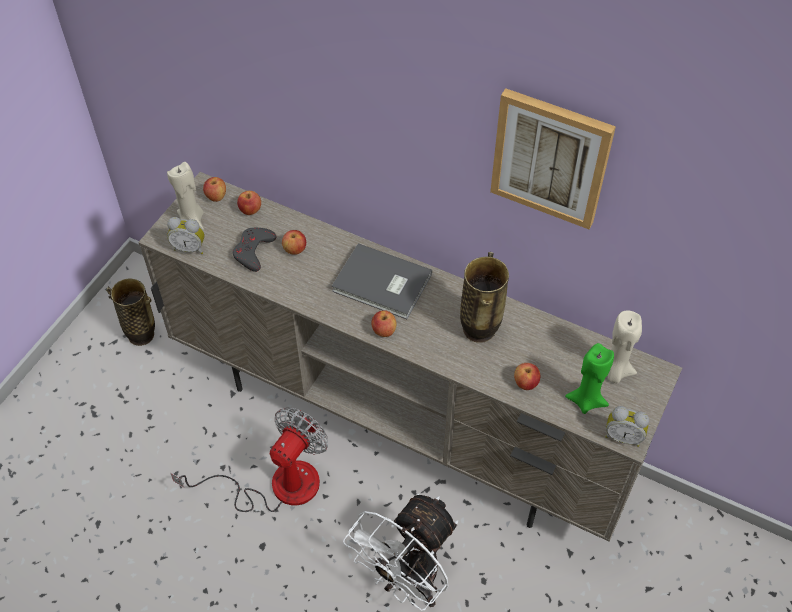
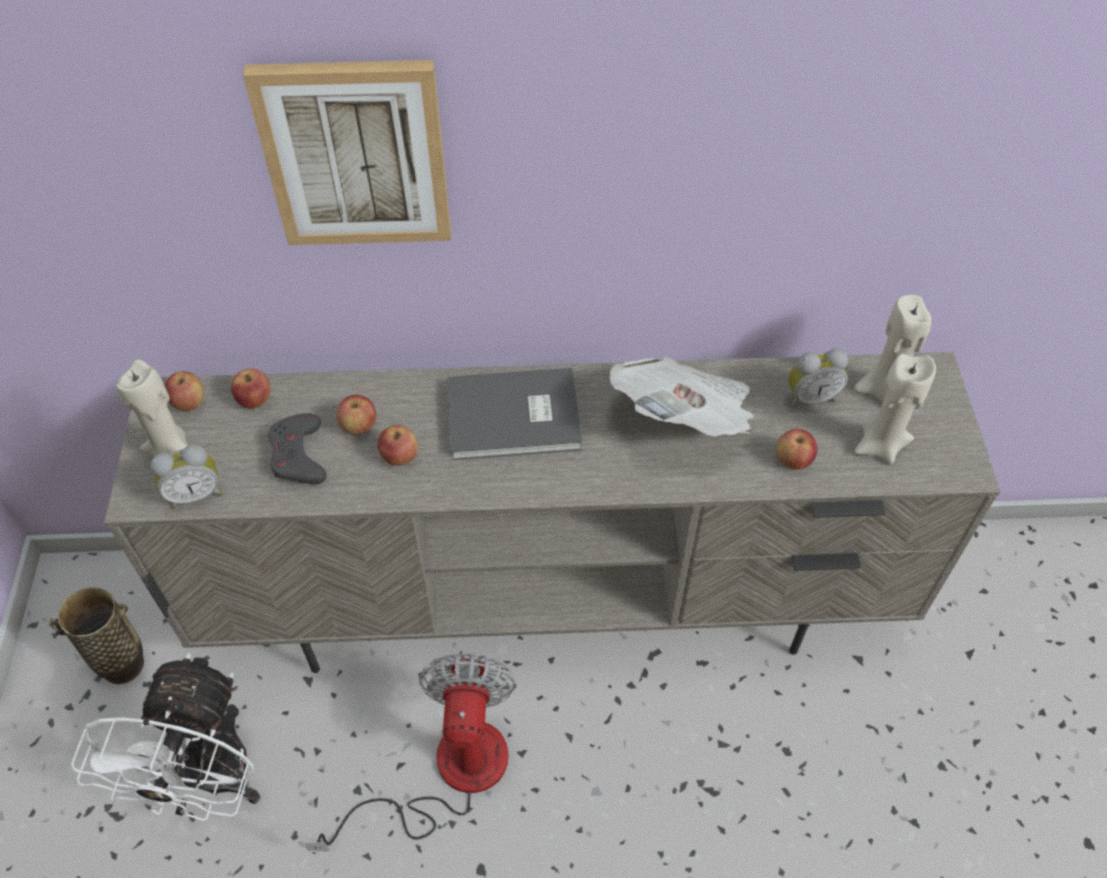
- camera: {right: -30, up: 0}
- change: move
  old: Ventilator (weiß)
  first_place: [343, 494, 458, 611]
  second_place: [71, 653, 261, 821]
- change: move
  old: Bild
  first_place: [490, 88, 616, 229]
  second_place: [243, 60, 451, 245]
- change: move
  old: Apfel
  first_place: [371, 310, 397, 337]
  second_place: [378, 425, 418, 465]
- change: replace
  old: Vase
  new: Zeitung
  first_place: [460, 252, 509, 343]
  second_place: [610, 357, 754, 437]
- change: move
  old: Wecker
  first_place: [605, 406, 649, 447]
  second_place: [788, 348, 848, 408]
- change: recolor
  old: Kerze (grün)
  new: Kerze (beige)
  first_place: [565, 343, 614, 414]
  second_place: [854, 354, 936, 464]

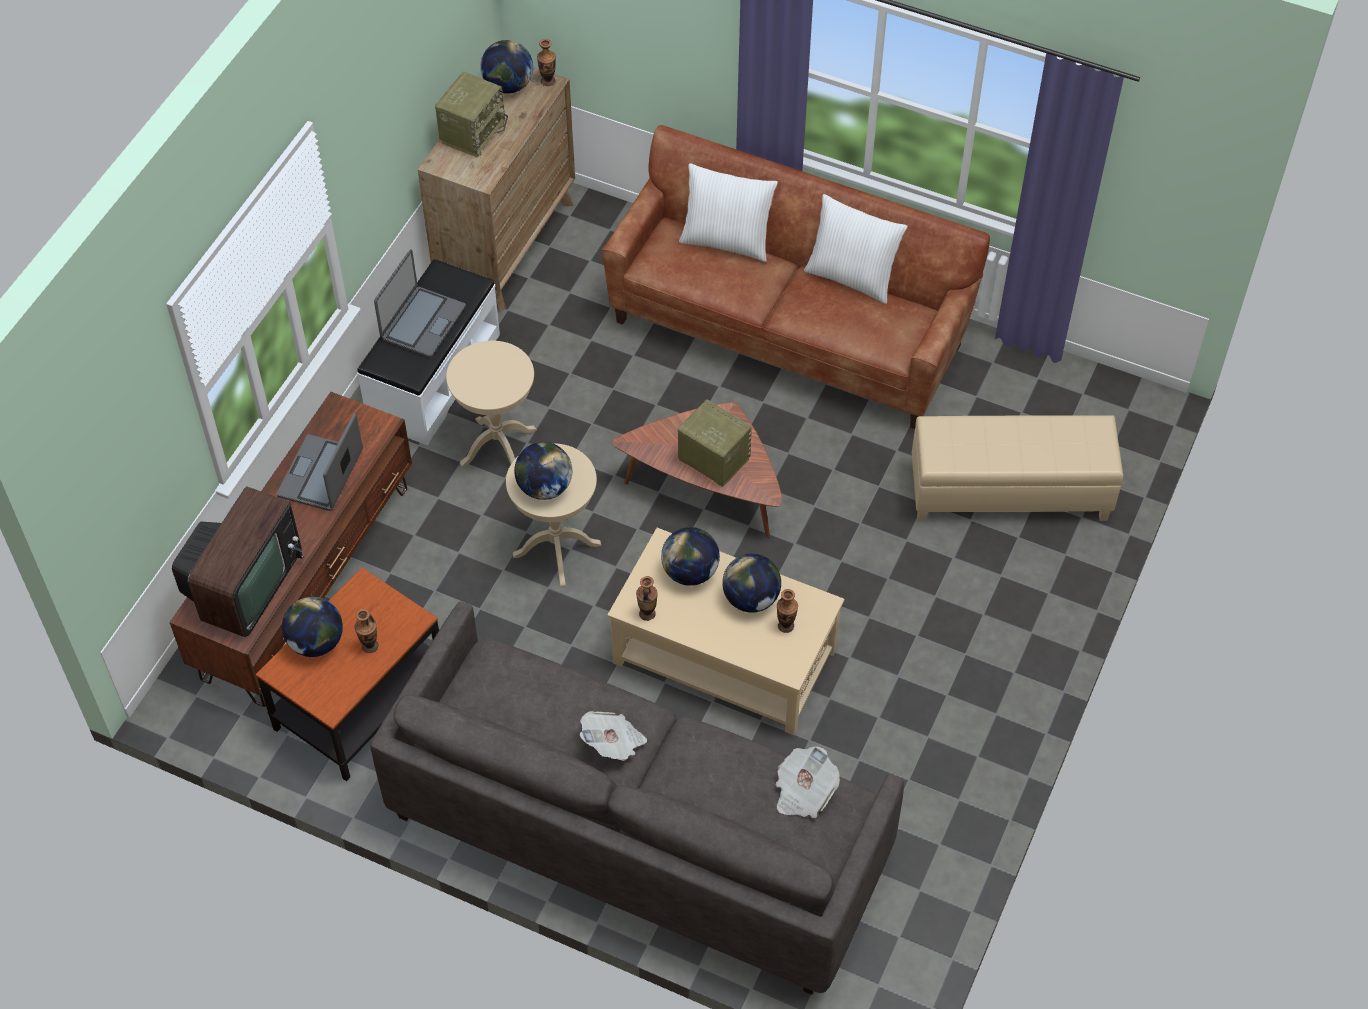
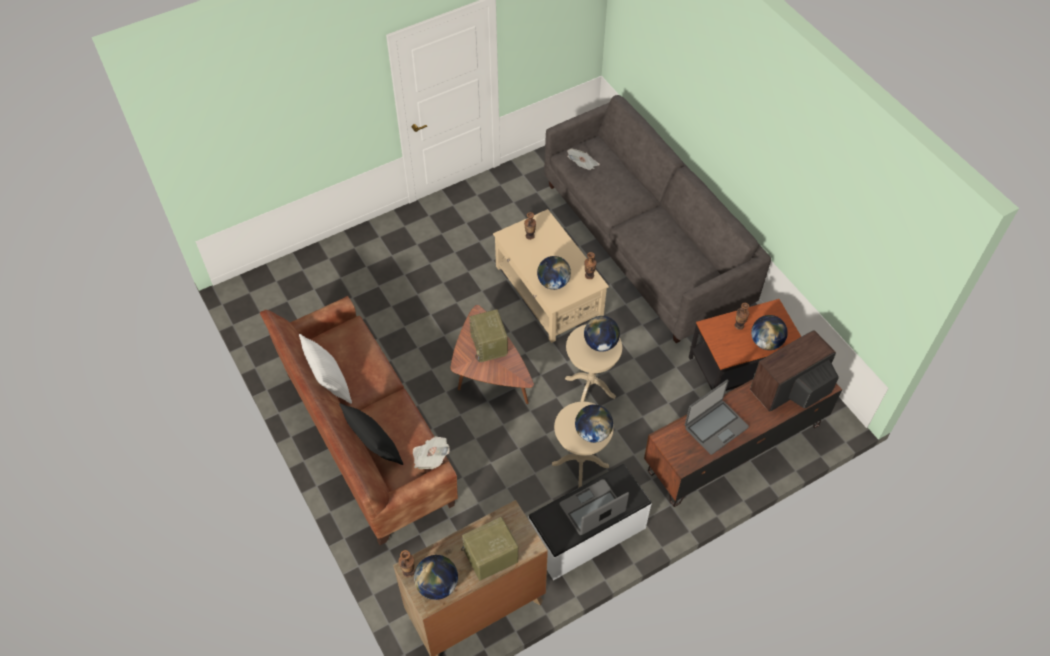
- camera: {right: -145, up: 0}
- change: recolor
  old: Kissen (weiß)
  new: Kissen (schwarz)
  first_place: [679, 163, 778, 262]
  second_place: [339, 403, 403, 465]
- change: move
  old: Zeitung
  first_place: [579, 711, 647, 761]
  second_place: [413, 436, 450, 469]
- change: move
  old: Globus
  first_place: [722, 554, 781, 613]
  second_place: [575, 405, 613, 443]
- change: delete
  old: Polsterhocker (beige)
  first_place: [912, 415, 1123, 521]

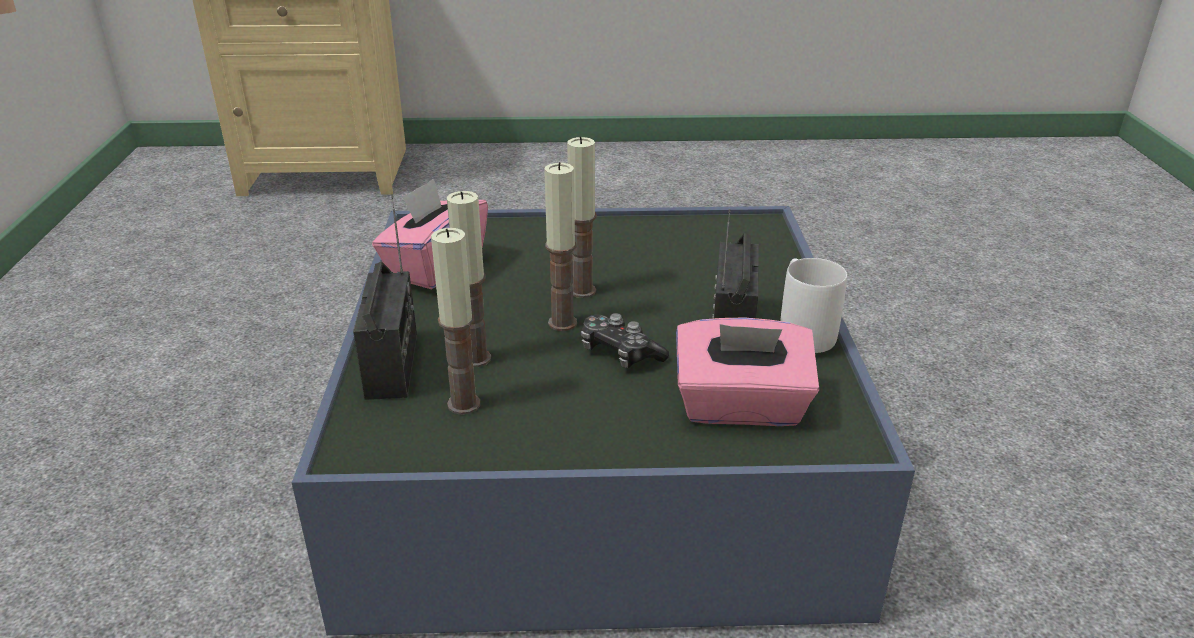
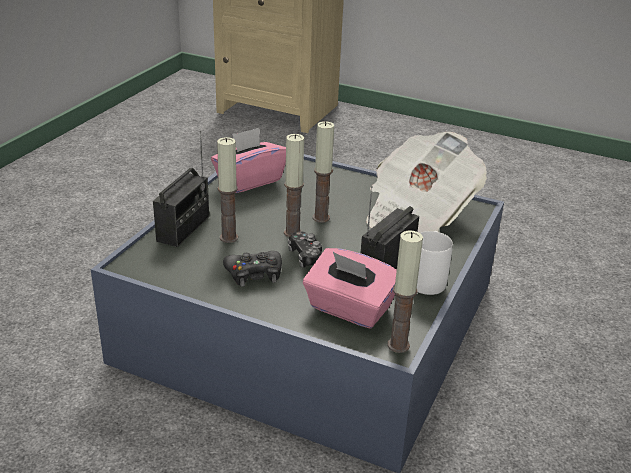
- camera: {right: 25, up: 0}
- change: insert
  new: Gamepad (schwarz)
  second_place: [223, 251, 282, 287]
- change: insert
  new: Zeitung
  second_place: [366, 132, 487, 233]
- change: move
  old: Kerze
  first_place: [431, 228, 480, 415]
  second_place: [387, 231, 423, 353]

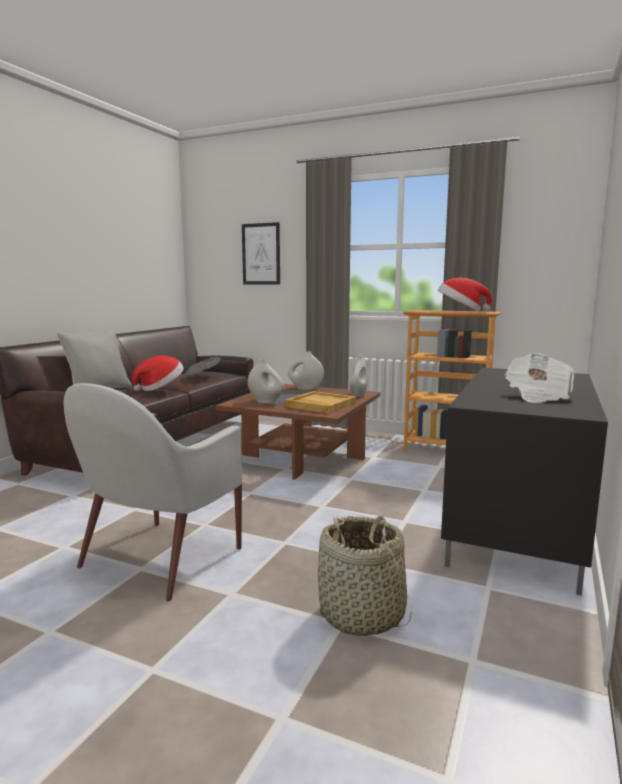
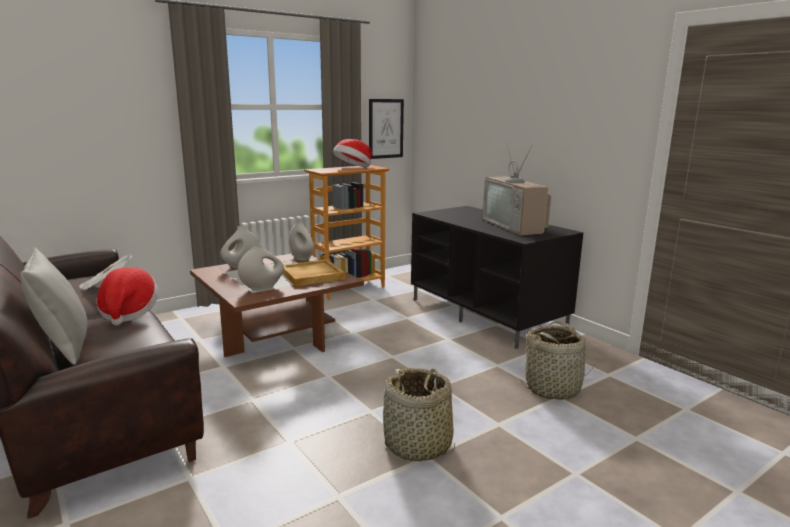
- camera: {right: -60, up: 5}
- change: move
  old: Bild
  first_place: [242, 222, 280, 285]
  second_place: [369, 99, 404, 159]
- change: replace
  old: Sessel (weiß)
  new: Korb
  first_place: [64, 383, 242, 602]
  second_place: [383, 368, 455, 461]
- change: replace
  old: Zeitung
  new: Fernseher
  first_place: [504, 353, 575, 403]
  second_place: [483, 142, 551, 235]

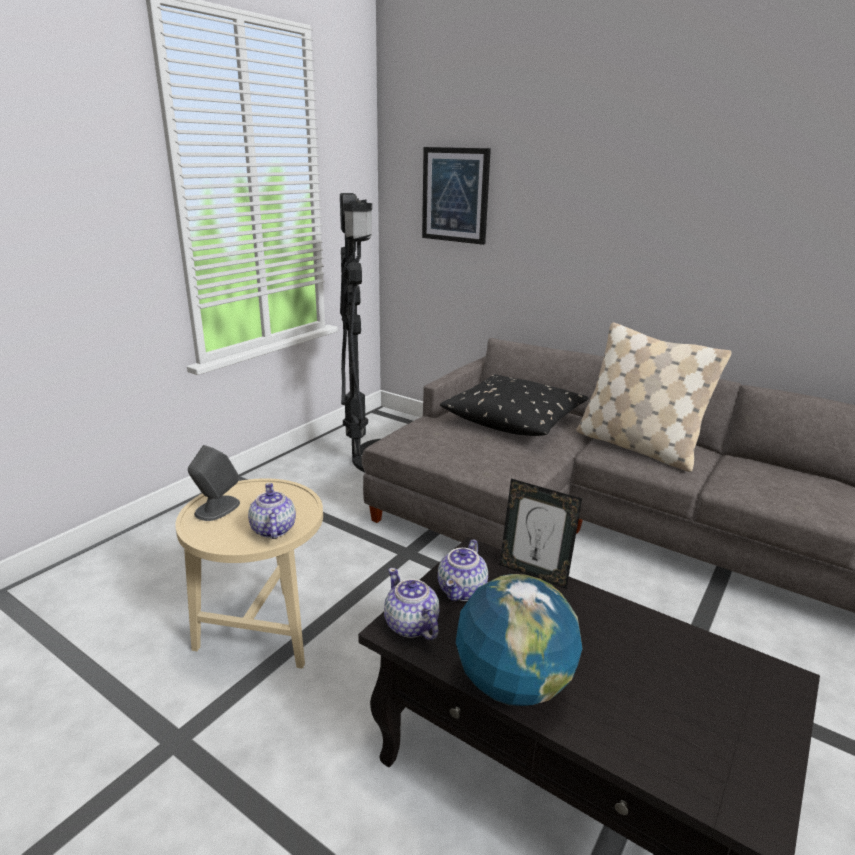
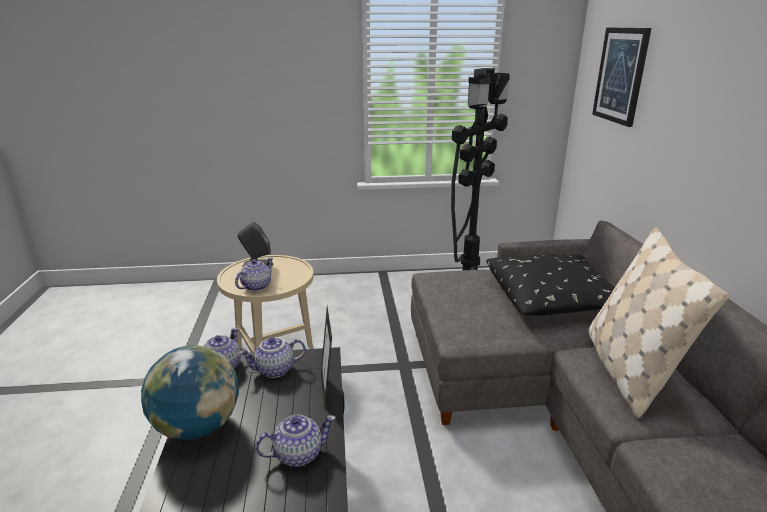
- camera: {right: 50, up: 0}
- change: insert
  new: Teekanne
  second_place: [255, 414, 336, 467]

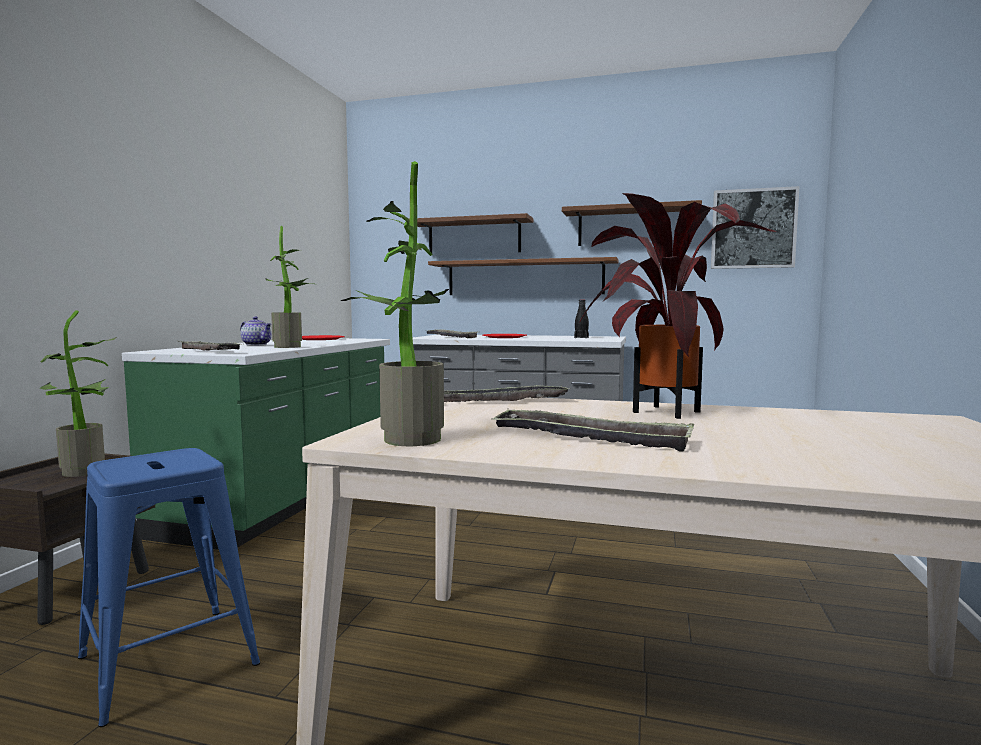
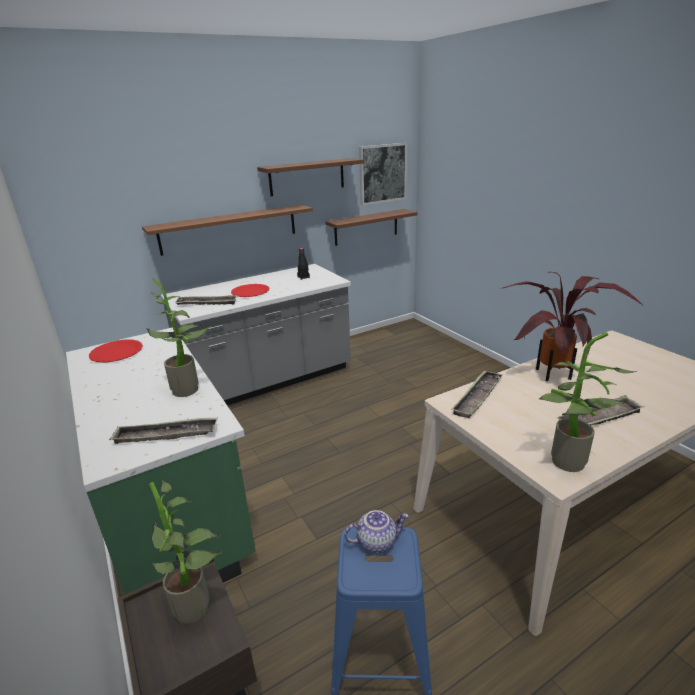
- camera: {right: -45, up: 20}
- change: move
  old: Wandregal (braun)
  first_place: [409, 213, 533, 253]
  second_place: [325, 209, 418, 246]
- change: move
  old: Teekanne
  first_place: [240, 317, 272, 345]
  second_place: [344, 510, 409, 553]

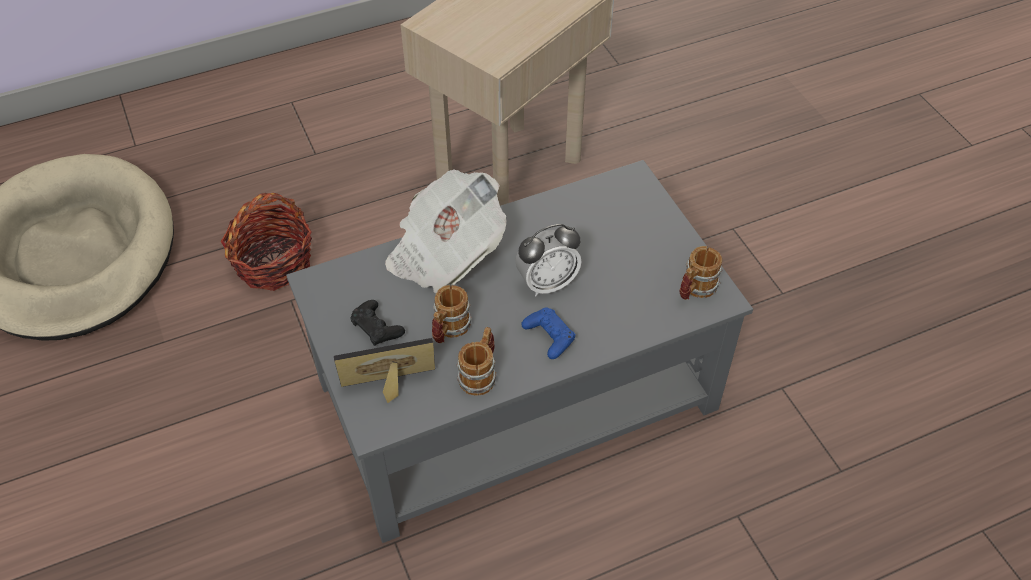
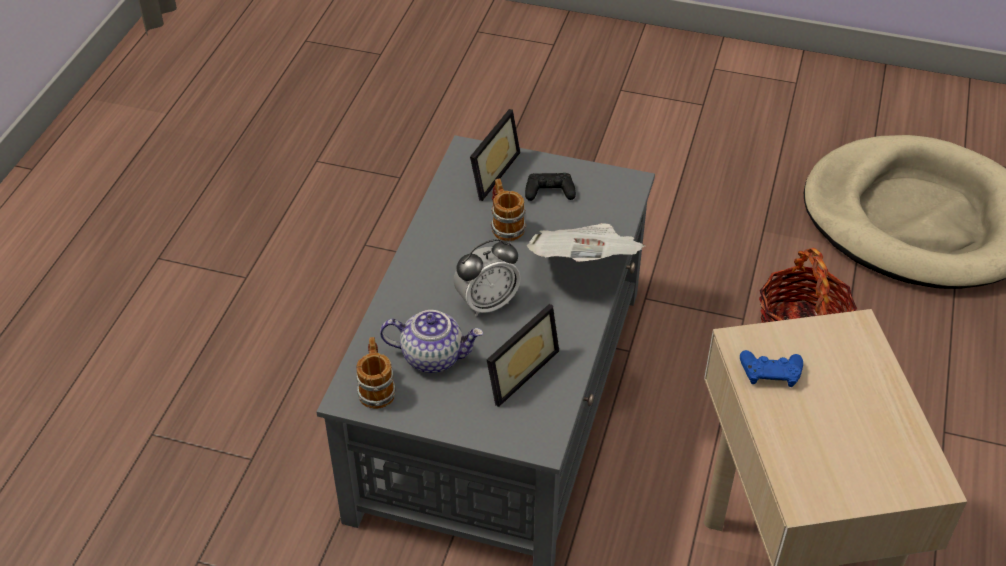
- camera: {right: 130, up: -5}
- change: insert
  new: Teekanne
  second_place: [380, 310, 483, 373]
- change: rotate
  old: Wecker
  first_place: [515, 224, 582, 296]
  second_place: [454, 239, 521, 317]
  degrees: -135
- change: insert
  new: Bilderrahmen
  second_place: [487, 304, 559, 407]
- change: move
  old: Gamepad (blau)
  first_place: [521, 308, 575, 359]
  second_place: [740, 350, 803, 387]
- change: delete
  old: Henkelbecher
  first_place: [456, 327, 497, 396]

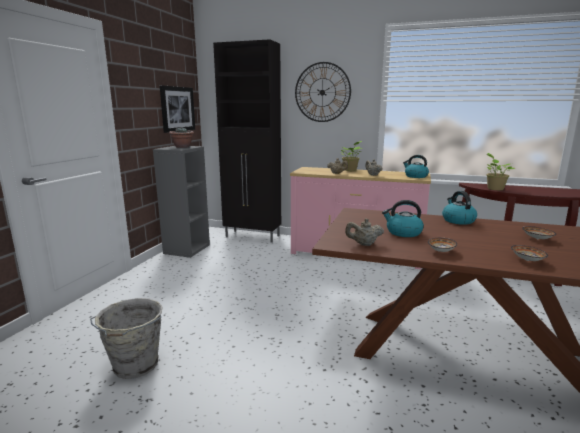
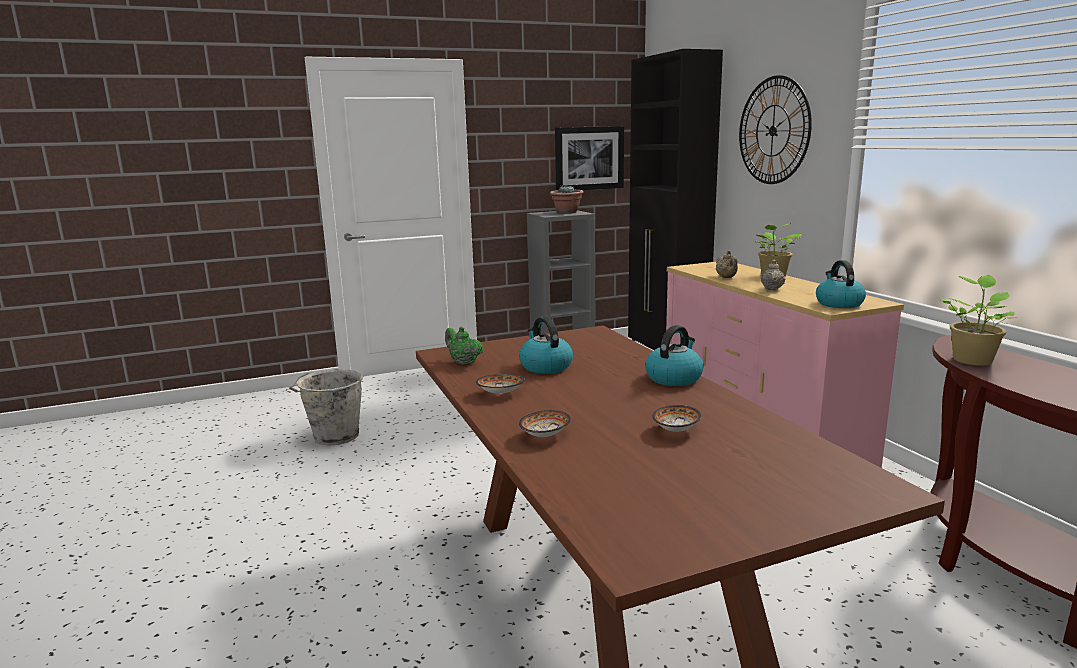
- camera: {right: 50, up: 0}
- change: recolor
  old: Teekanne (beige)
  new: Teekanne (grün)
  first_place: [345, 218, 384, 246]
  second_place: [445, 327, 483, 365]

